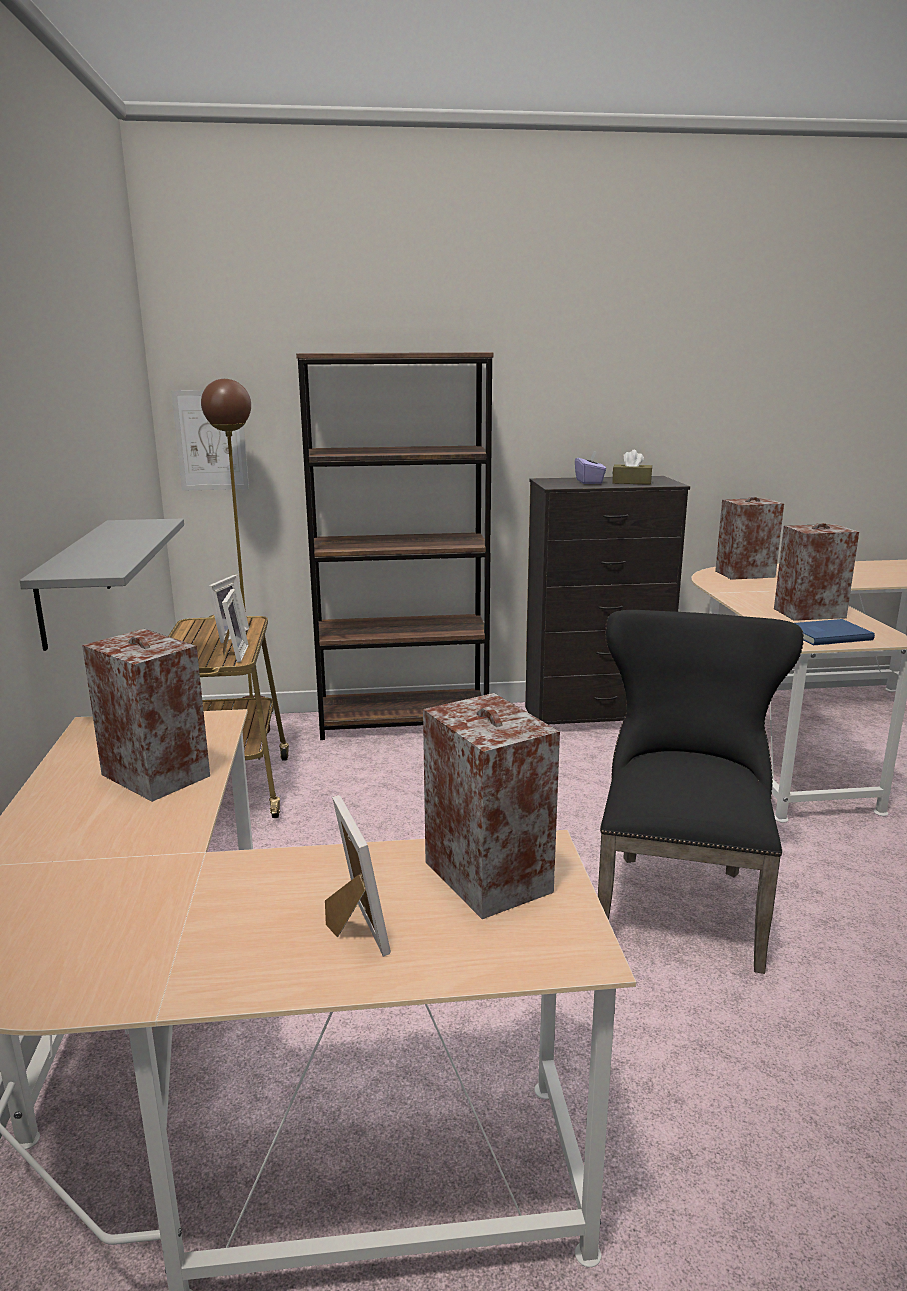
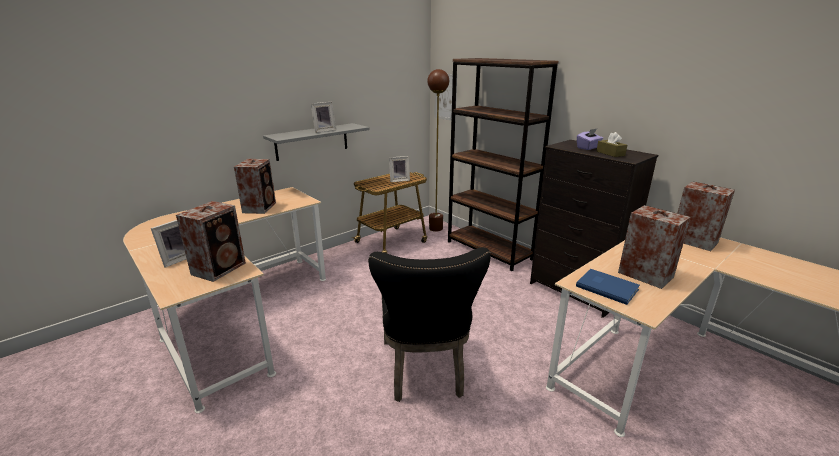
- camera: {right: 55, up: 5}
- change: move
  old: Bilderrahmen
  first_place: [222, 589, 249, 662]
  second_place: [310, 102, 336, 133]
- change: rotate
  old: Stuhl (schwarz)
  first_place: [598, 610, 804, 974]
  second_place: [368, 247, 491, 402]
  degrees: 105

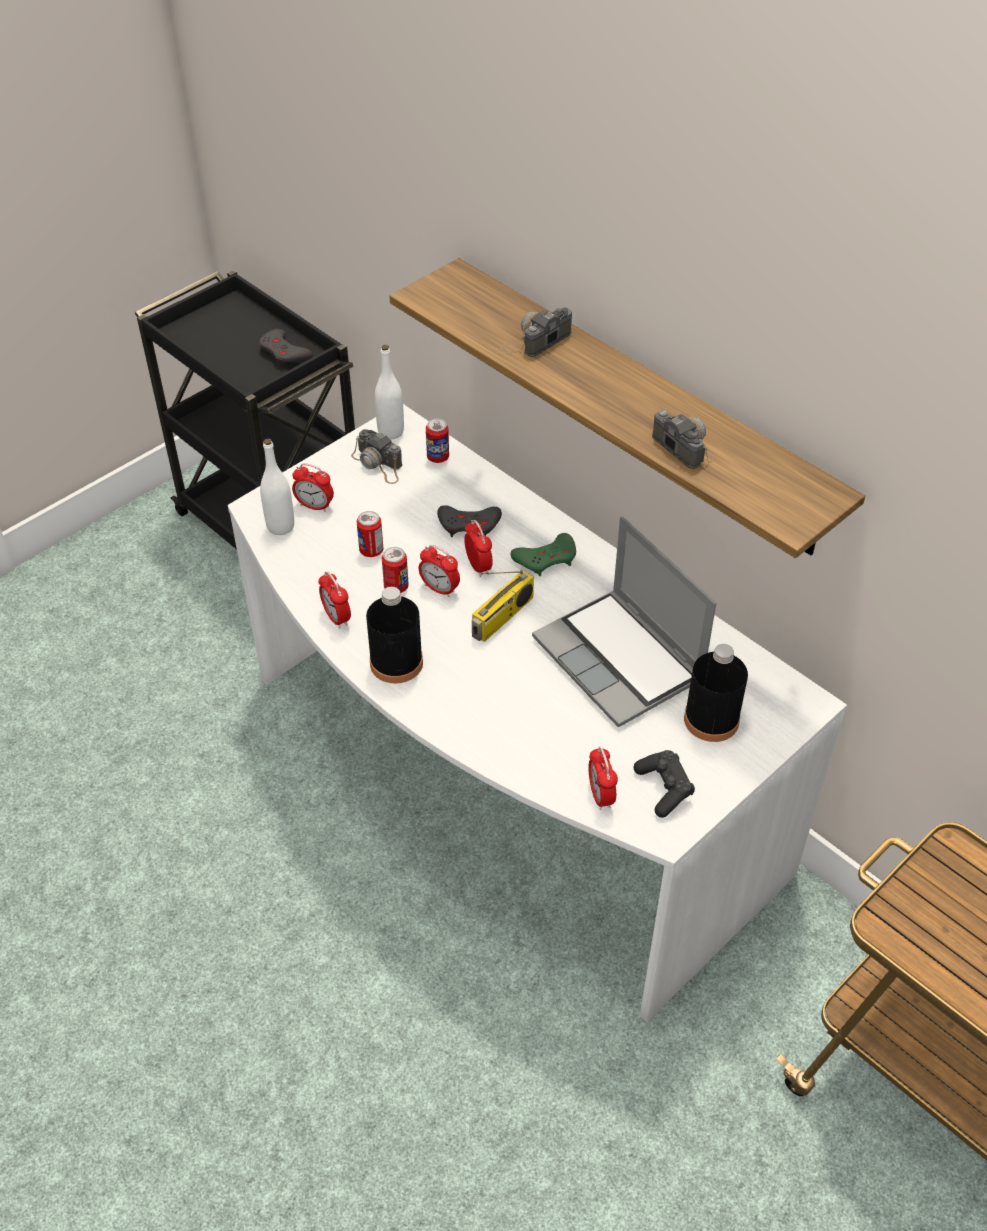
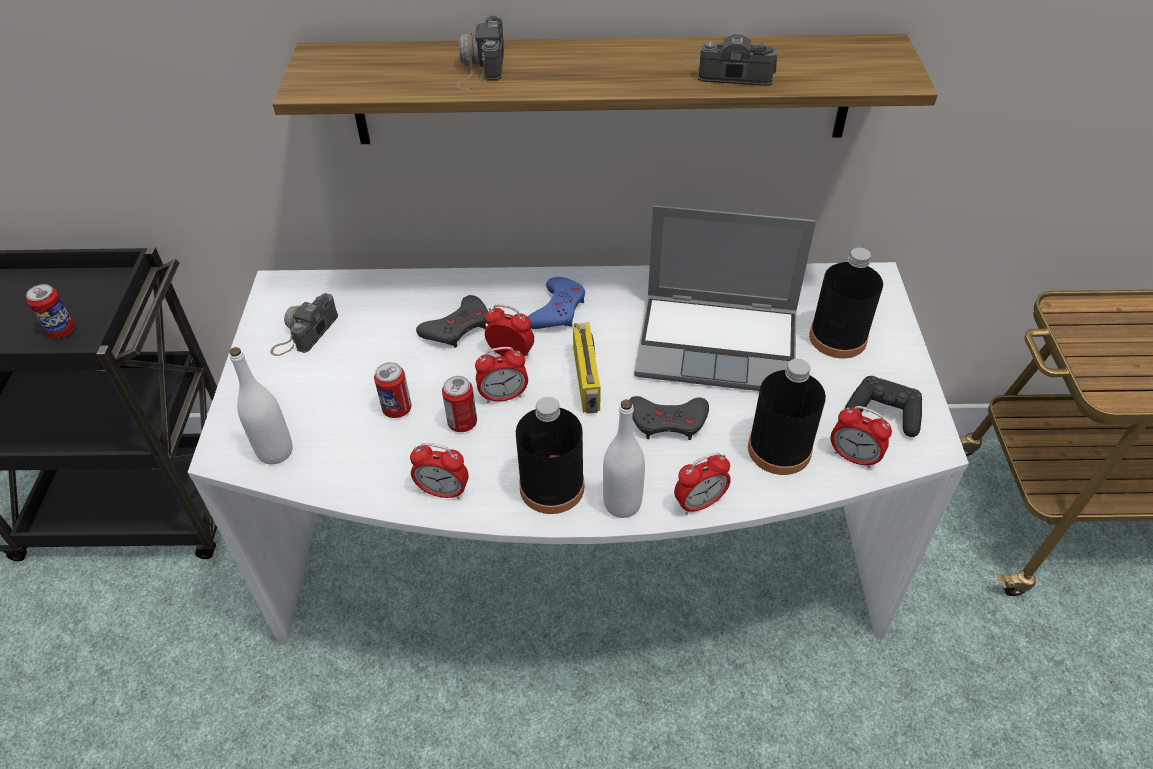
- camera: {right: -45, up: 0}
- change: move
  old: Dose
  first_place: [426, 418, 449, 463]
  second_place: [26, 284, 75, 338]
- change: rotate
  old: Kamera
  first_place: [351, 429, 402, 484]
  second_place: [270, 293, 338, 356]
  degrees: 120
- change: recolor
  old: Gamepad (grün)
  new: Gamepad (blau)
  first_place: [511, 533, 576, 576]
  second_place: [528, 277, 585, 329]
- change: move
  old: Flasche (weiß)
  first_place: [375, 345, 404, 439]
  second_place: [603, 399, 645, 518]
- change: move
  old: Gamepad (grau)
  first_place: [259, 329, 313, 366]
  second_place: [629, 396, 709, 440]
- change: move
  old: Wecker
  first_place: [292, 463, 334, 512]
  second_place: [674, 452, 731, 515]
- change: insert
  new: Flasche (schwarz)
  second_place: [748, 359, 826, 475]

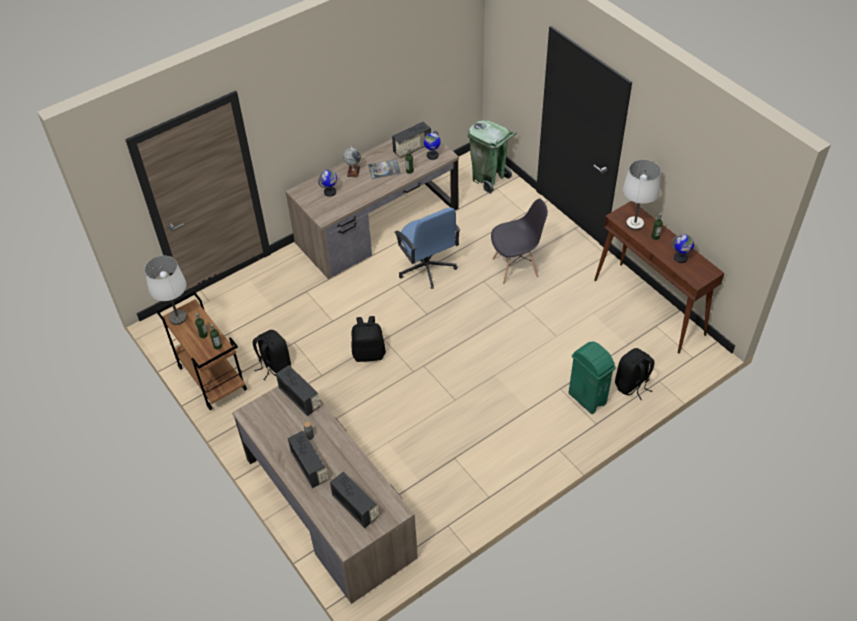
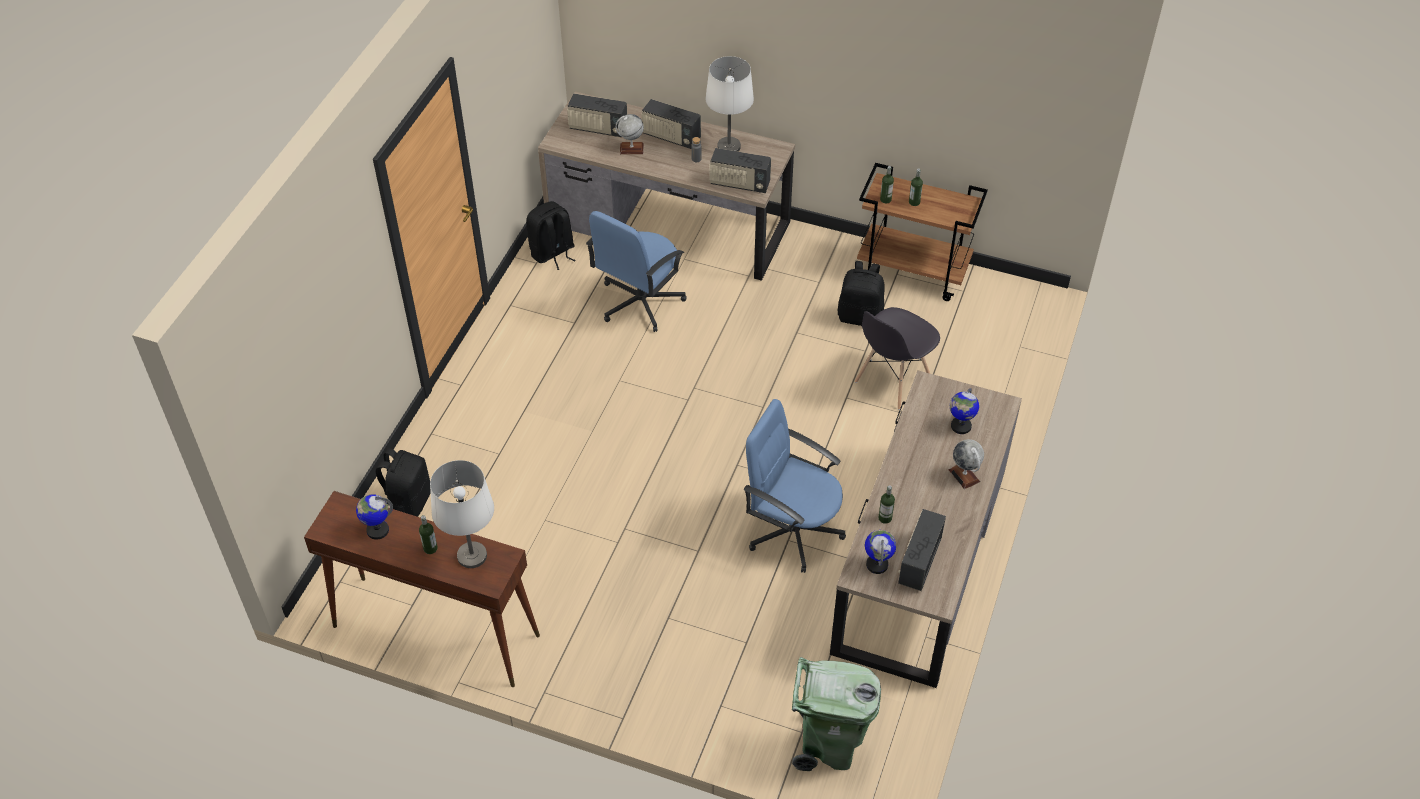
- camera: {right: 145, up: 0}
- change: move
  old: Rucksack (schwarz)
  first_place: [351, 316, 386, 362]
  second_place: [526, 201, 576, 270]
- change: insert
  new: Bürostuhl (blau)
  second_place: [586, 211, 687, 332]
- change: insert
  new: Globus
  second_place: [616, 114, 644, 154]
- change: move
  old: Tischlampe (weiß)
  first_place: [145, 256, 187, 325]
  second_place: [705, 56, 754, 152]
- change: move
  old: Stuhl (grau)
  first_place: [491, 198, 548, 284]
  second_place: [855, 307, 940, 410]
- change: delete
  old: Buch
  first_place: [368, 159, 401, 179]
- change: delete
  old: Mülleimer (grün)
  first_place: [569, 341, 616, 414]

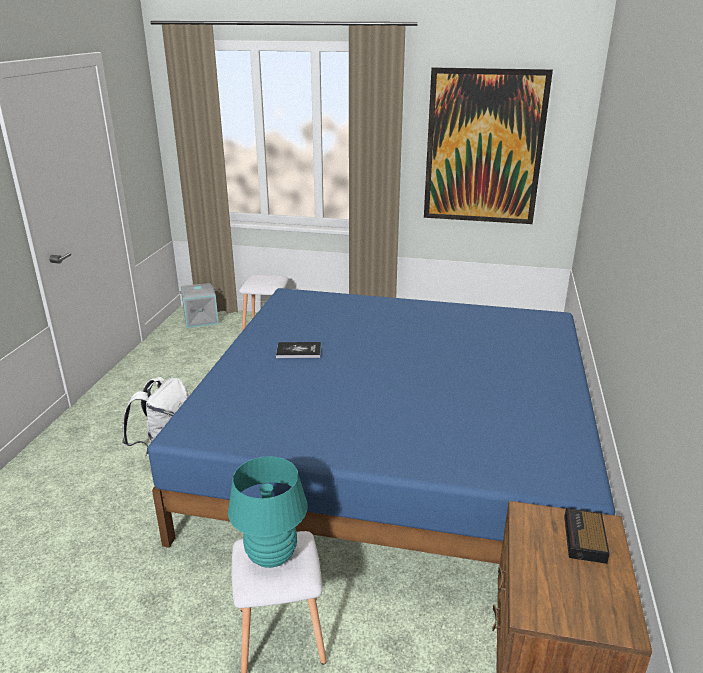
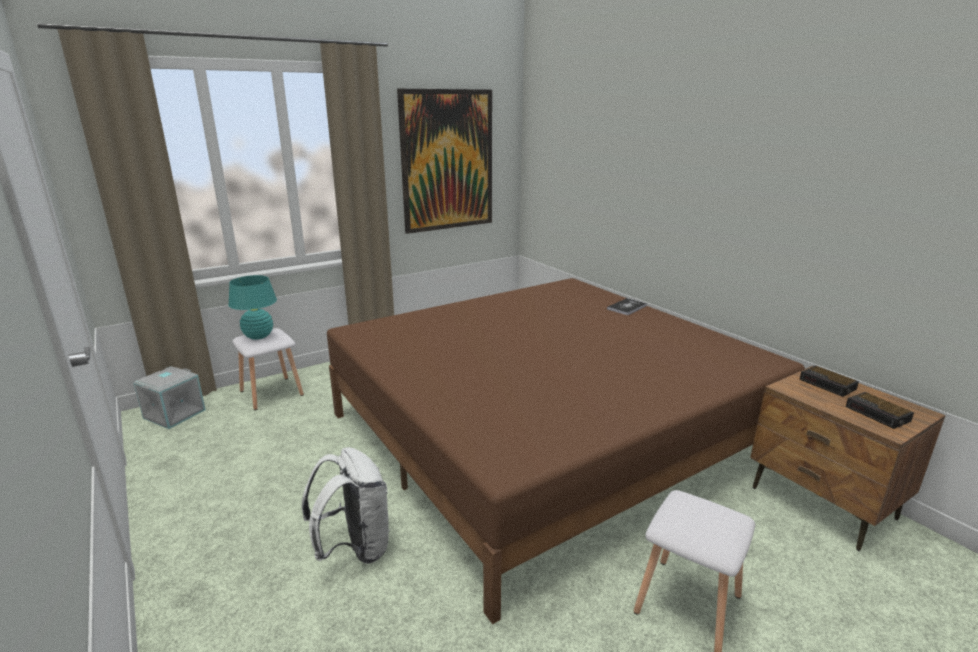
- camera: {right: -45, up: -5}
- change: move
  old: Tischlampe (türkis)
  first_place: [228, 456, 308, 568]
  second_place: [228, 275, 277, 340]
- change: recolor
  old: Bett (blau)
  new: Bett (braun)
  first_place: [148, 288, 615, 564]
  second_place: [327, 278, 805, 624]
- change: move
  old: Buch
  first_place: [276, 342, 321, 358]
  second_place: [607, 298, 647, 315]
- change: insert
  new: Wecker
  second_place: [846, 392, 914, 429]

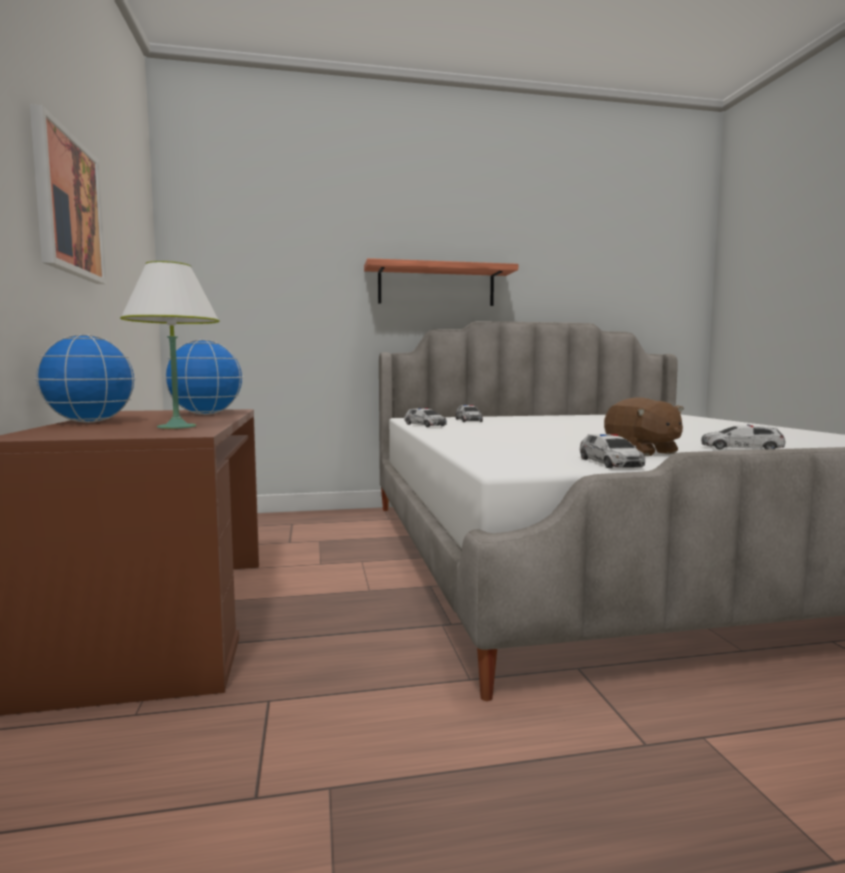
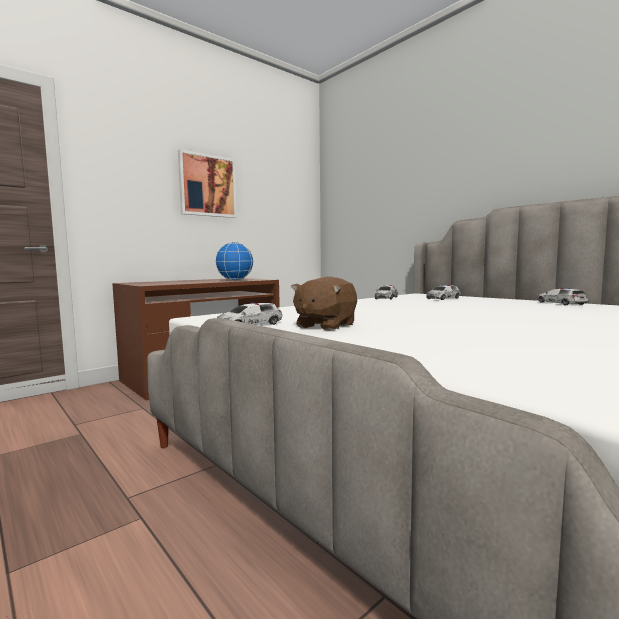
- camera: {right: 60, up: 0}
- change: move
  old: Spielzeugauto
  first_place: [701, 424, 786, 449]
  second_place: [537, 288, 589, 305]
- change: delete
  old: Globus
  first_place: [34, 334, 136, 423]
- change: delete
  old: Tischlampe (weiß)
  first_place: [120, 261, 220, 429]
- change: delete
  old: Wandregal
  first_place: [364, 258, 518, 306]

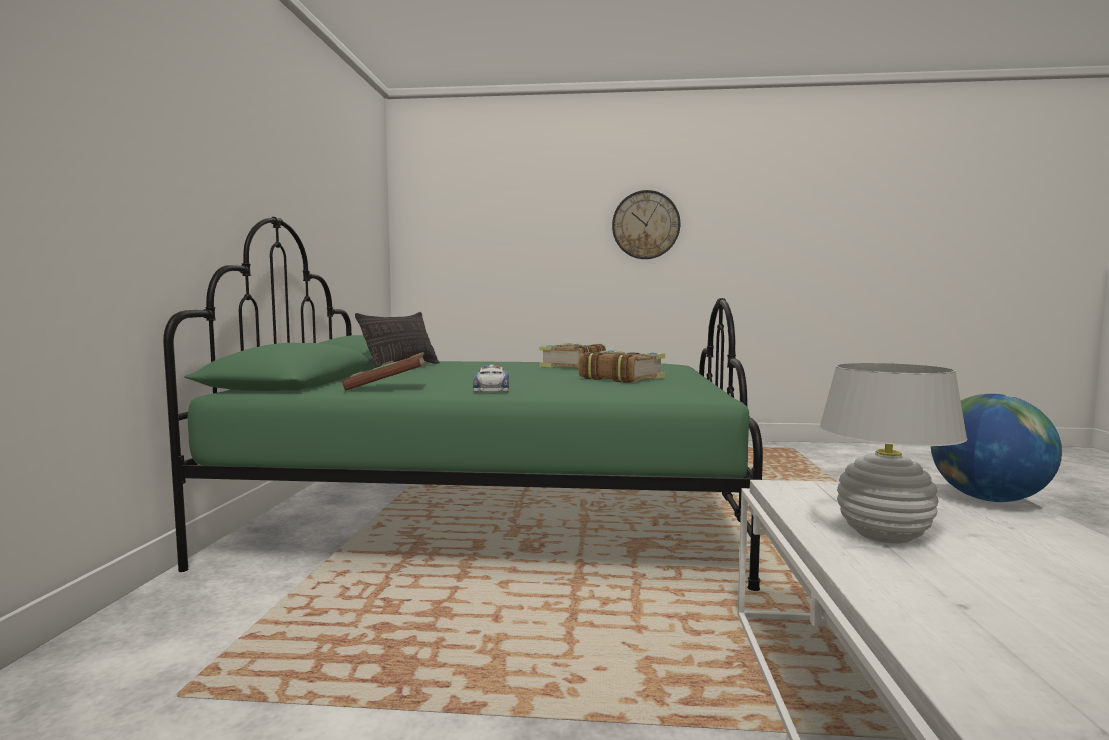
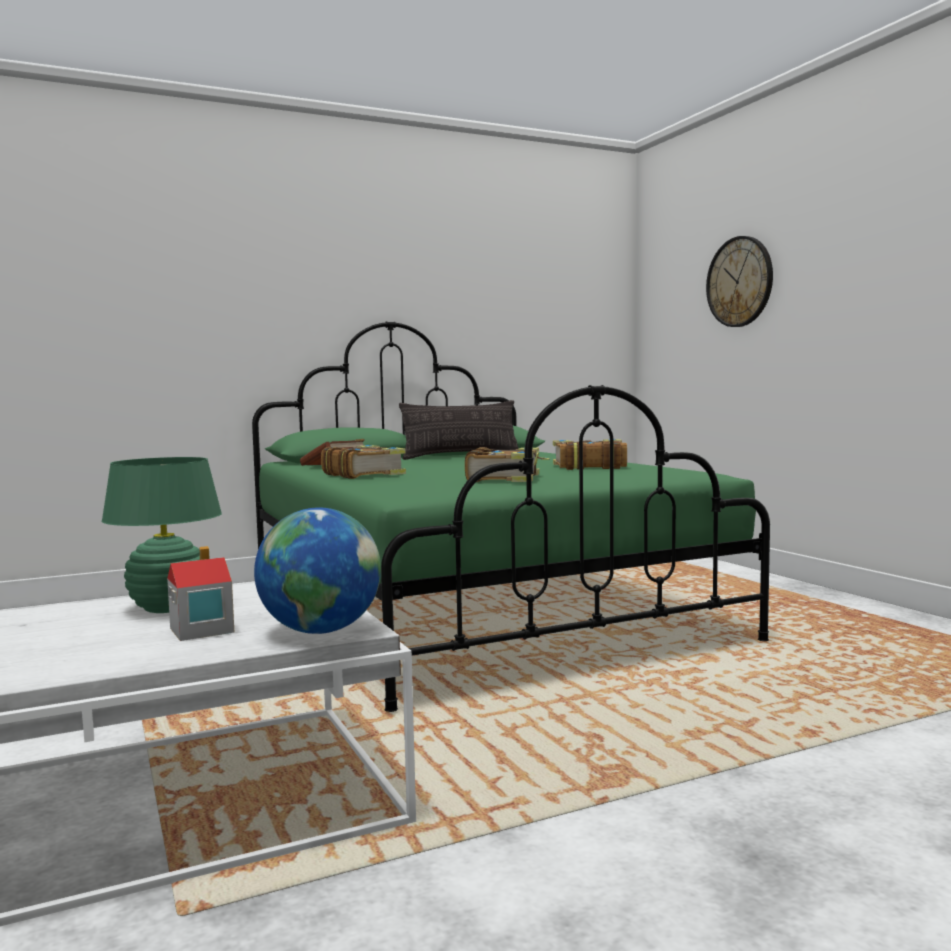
- camera: {right: 60, up: 0}
- change: recolor
  old: Tischlampe (weiß)
  new: Tischlampe (grün)
  first_place: [820, 363, 967, 544]
  second_place: [102, 457, 222, 613]
- change: insert
  new: Spielzeughaus
  second_place: [167, 546, 235, 641]
- change: replace
  old: Spielzeugauto
  new: Buch
  first_place: [473, 364, 509, 393]
  second_place: [321, 445, 406, 479]
- change: move
  old: Wanduhr
  first_place: [612, 190, 680, 259]
  second_place: [706, 236, 773, 327]

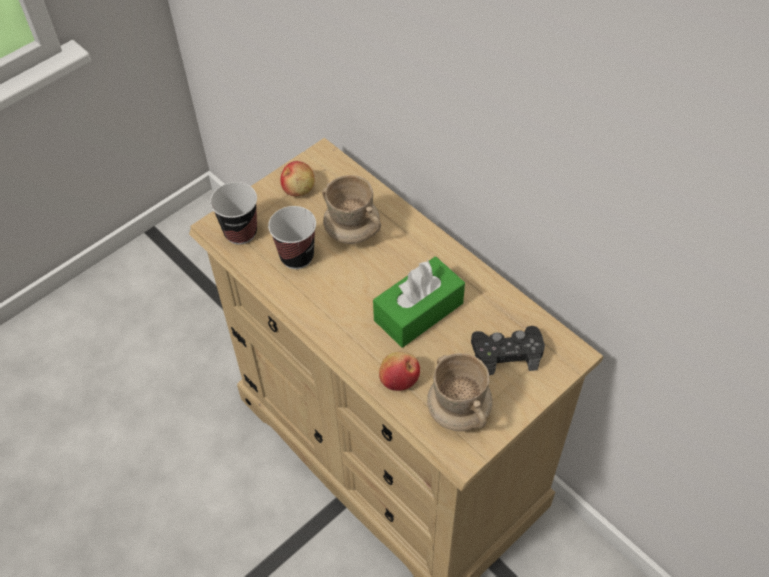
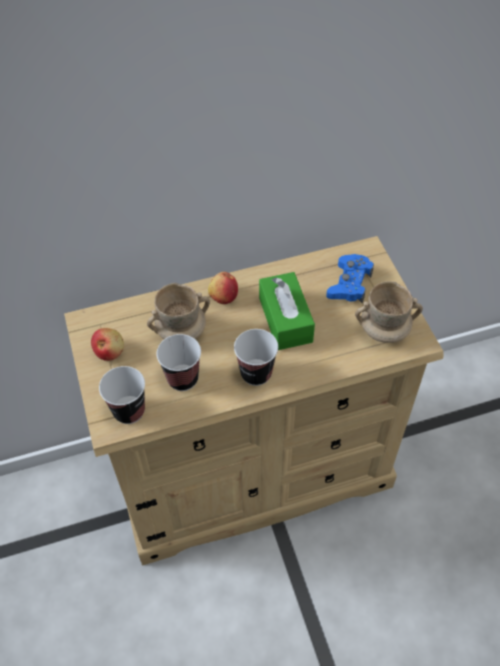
- camera: {right: -65, up: 0}
- change: move
  old: Apfel
  first_place: [379, 352, 420, 391]
  second_place: [208, 272, 238, 304]
- change: insert
  new: Tasse
  second_place: [234, 329, 278, 386]
- change: recolor
  old: Gamepad (schwarz)
  new: Gamepad (blau)
  first_place: [471, 326, 545, 375]
  second_place: [326, 254, 374, 303]

